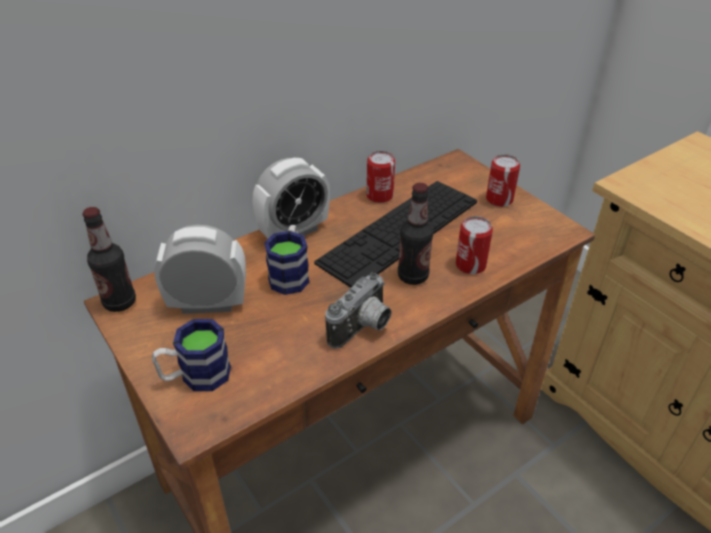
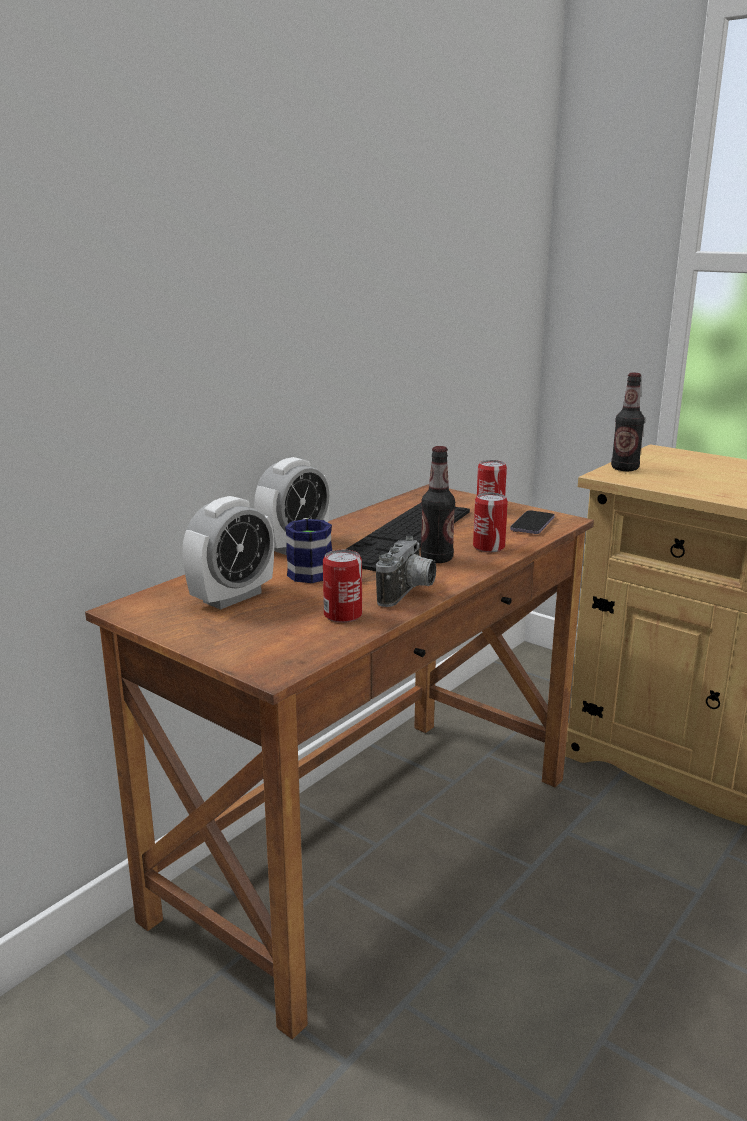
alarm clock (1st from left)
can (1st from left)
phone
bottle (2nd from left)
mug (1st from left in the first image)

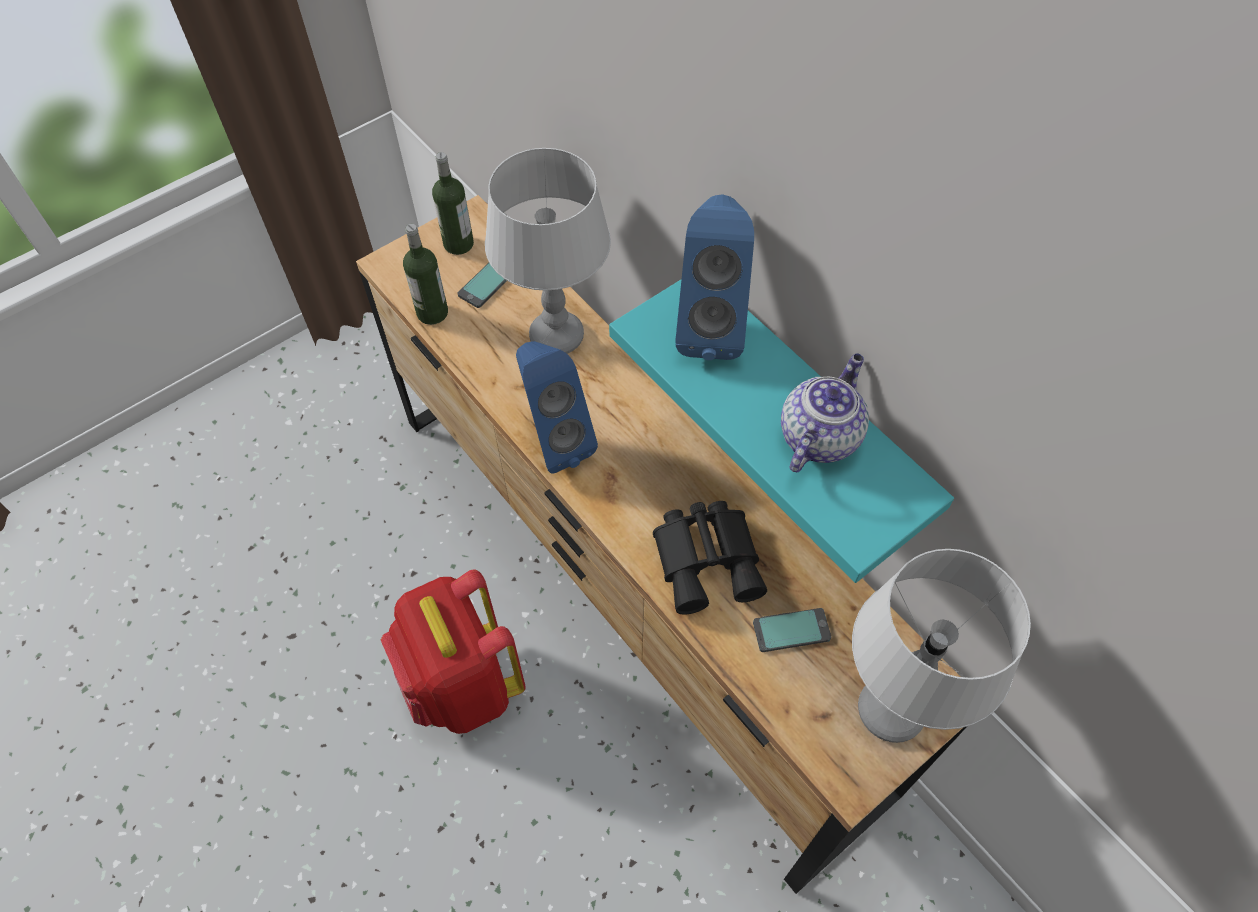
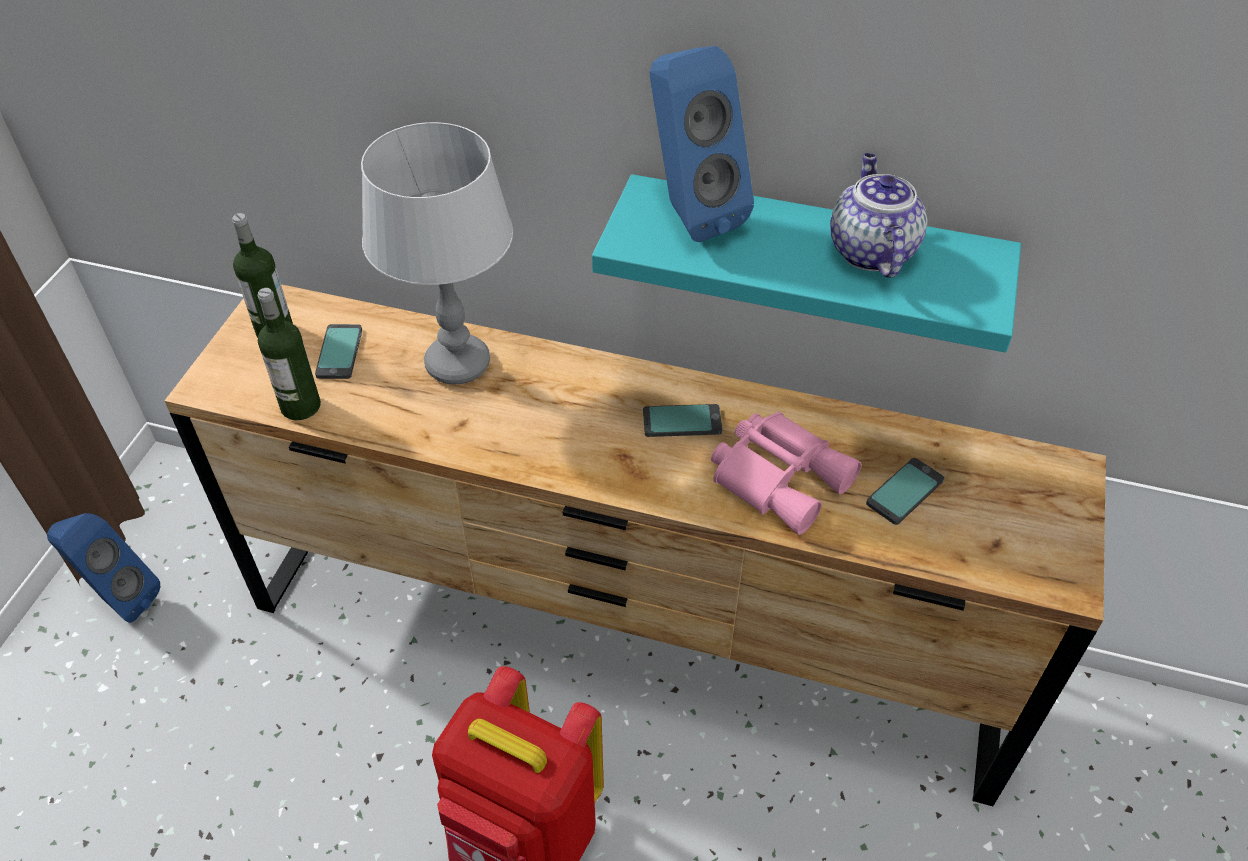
blue speaker (1st from left)
phone (2nd from left)
pink binoculars
grey table lamp (2nd from left in the first image)

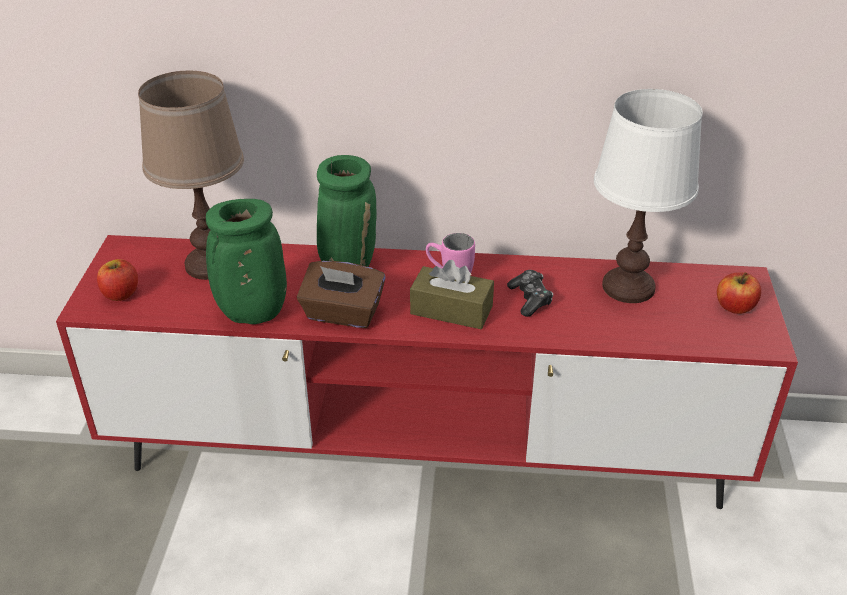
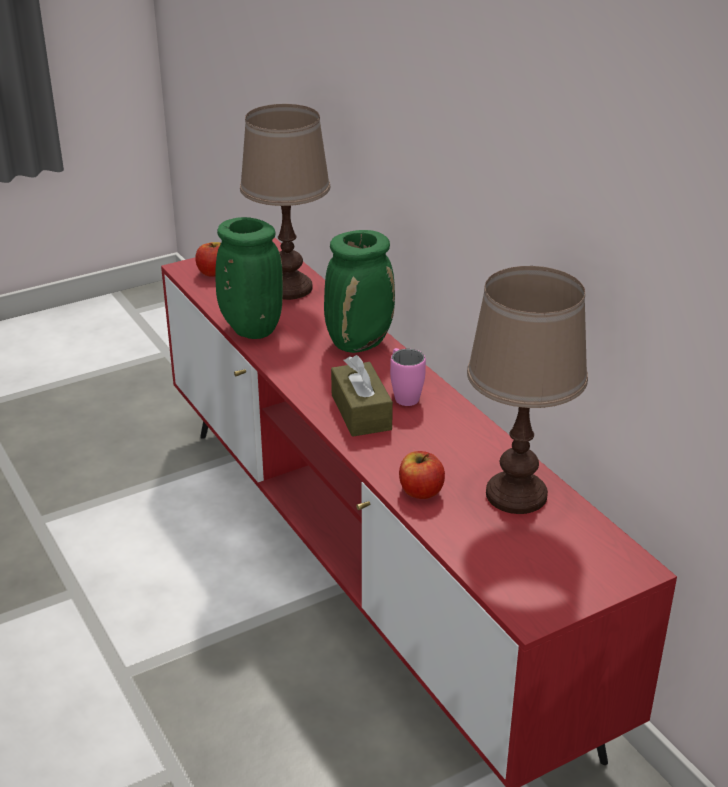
apple (2nd from left)
brown table lamp (2nd from left)
brown tissue box (1st from left in the first image)
game controller

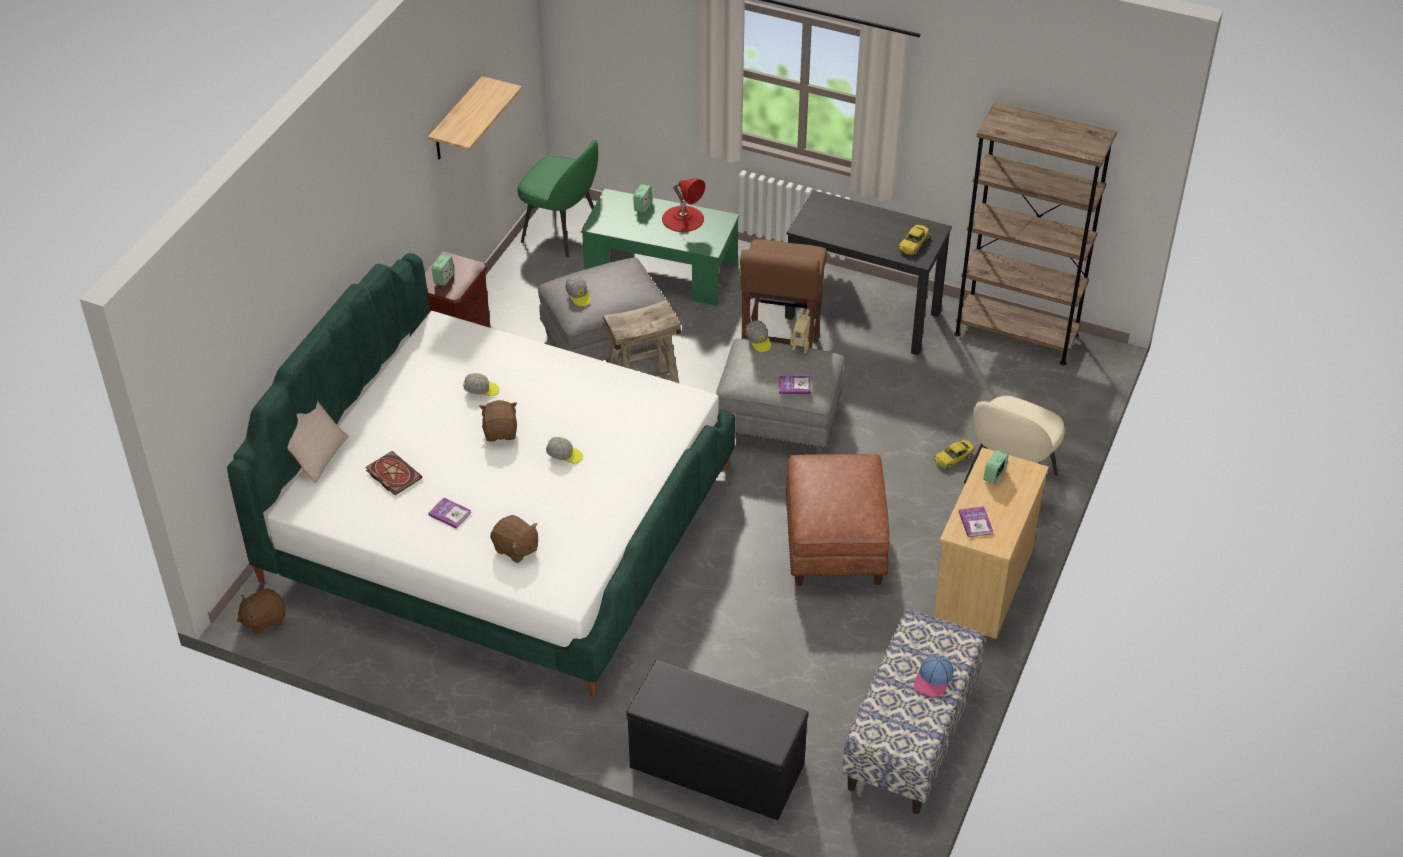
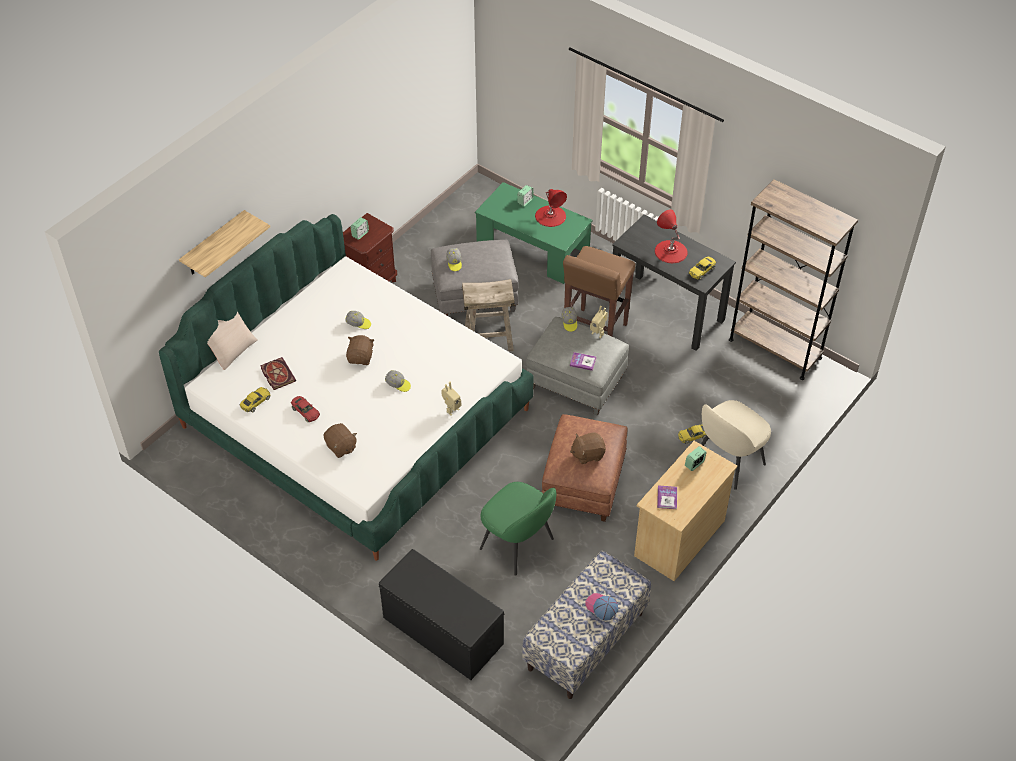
shelf
yellow toy car (1st from left)
red toy car
toy robot (1st from left)
green chair
brown plush toy (3rd from left)
cap (5th from left)
red table lamp (2nd from left)

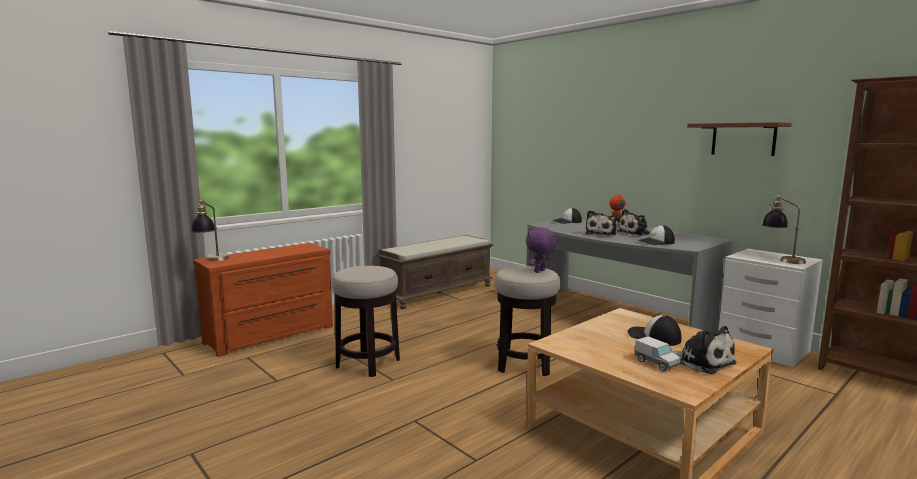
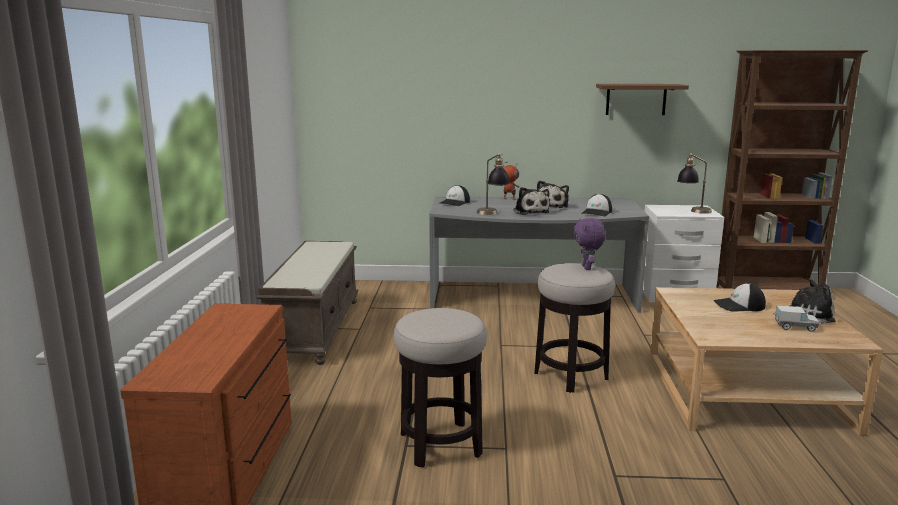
table lamp (1st from left)

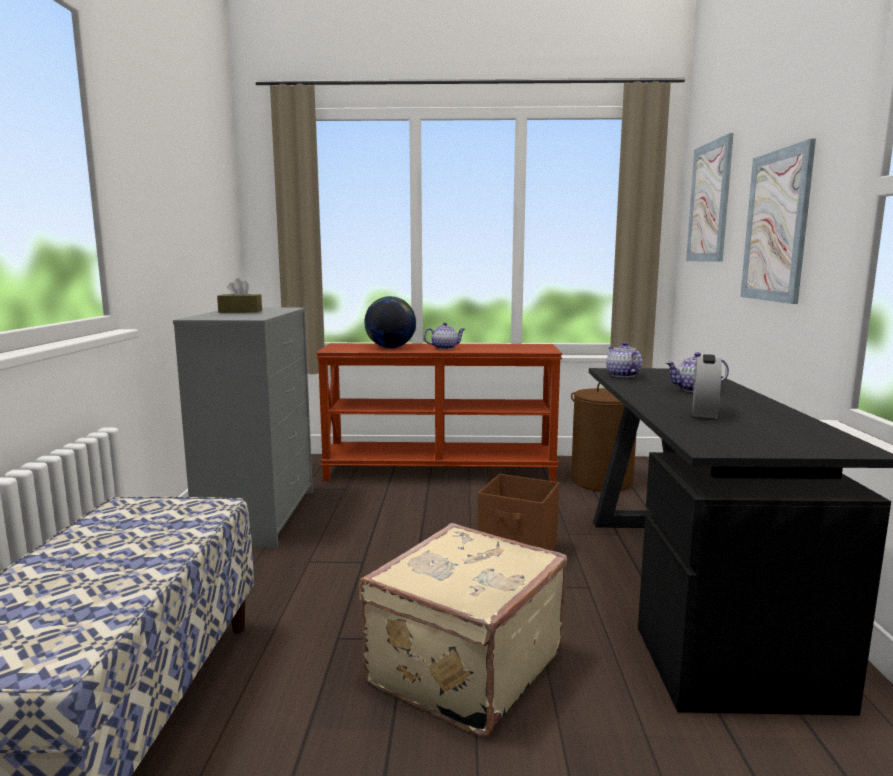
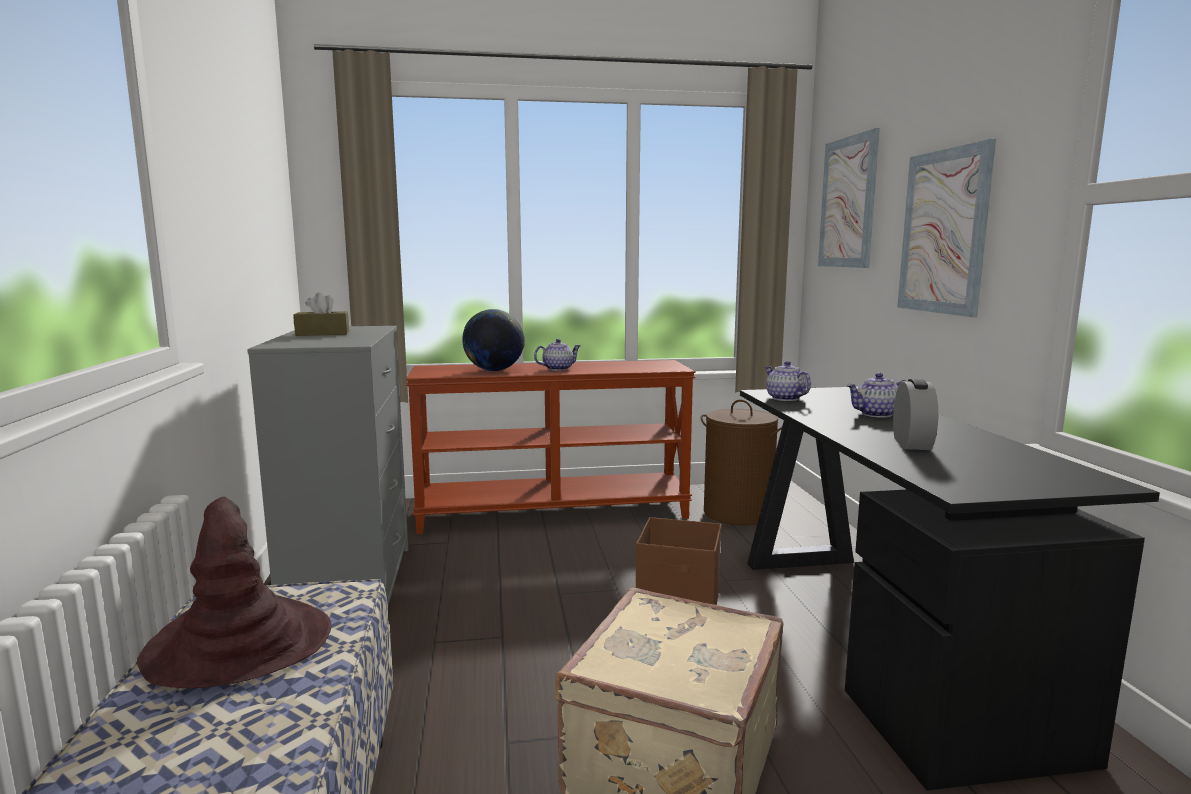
brown hat

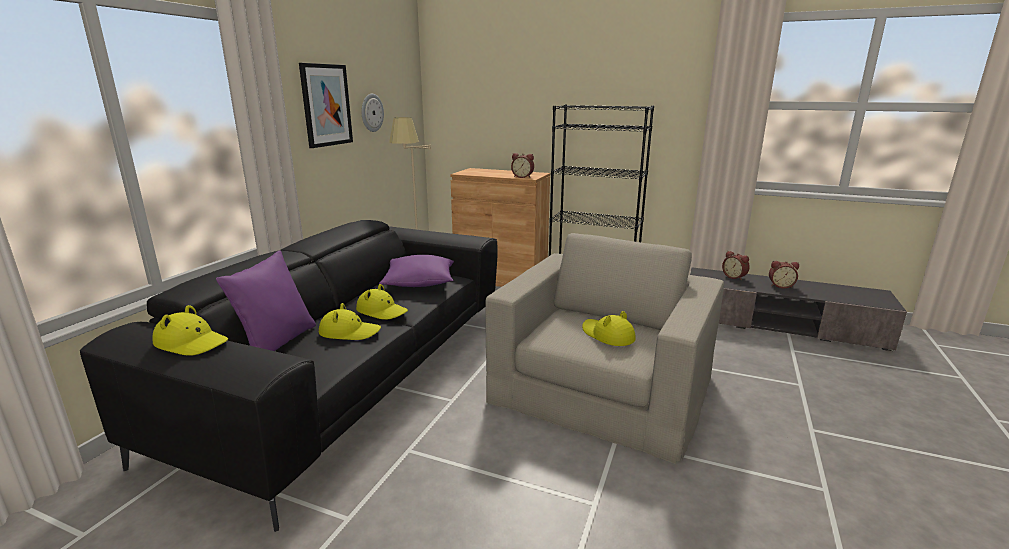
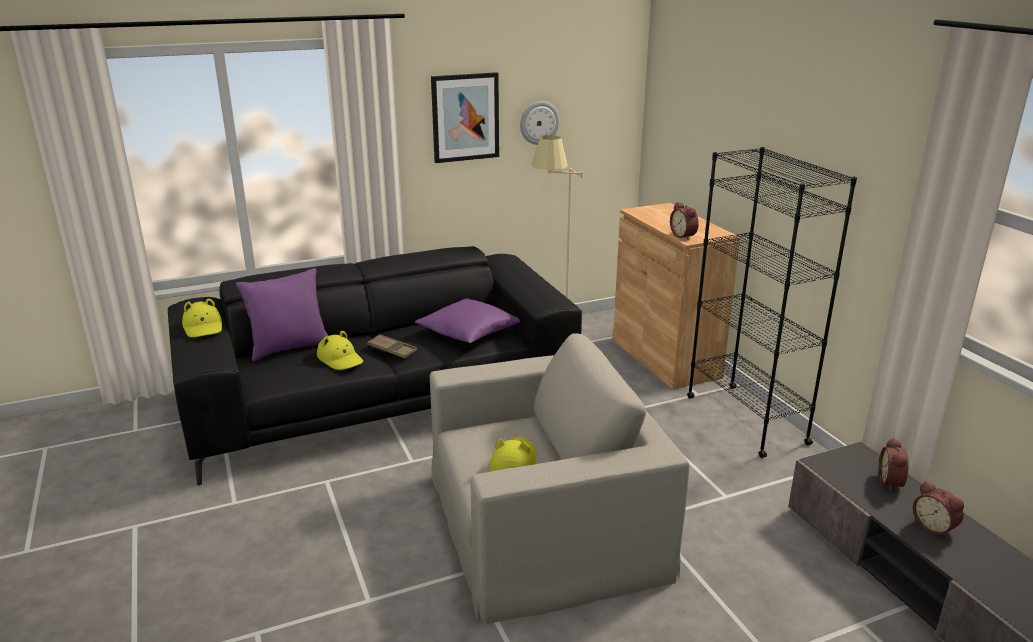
brown tray

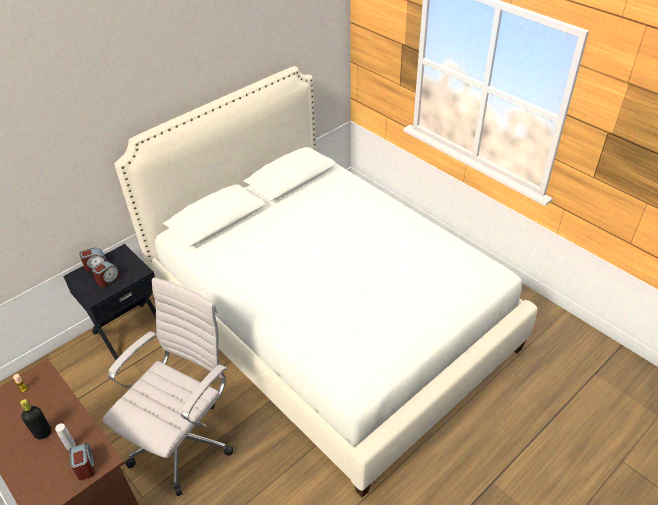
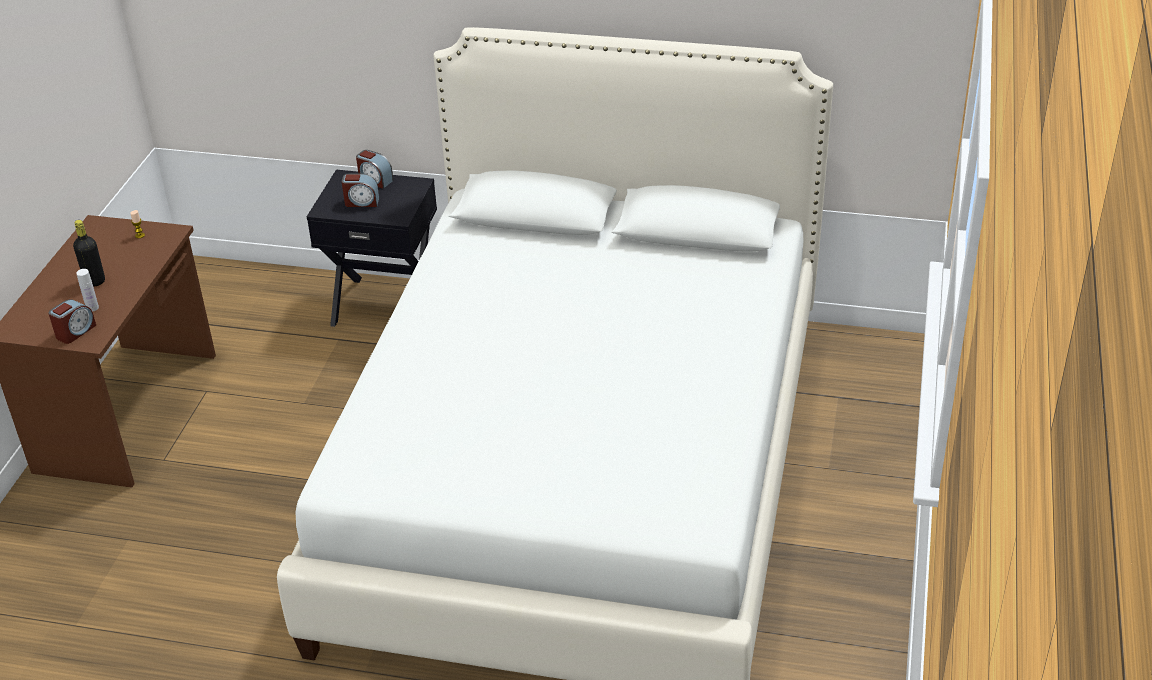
white office chair

